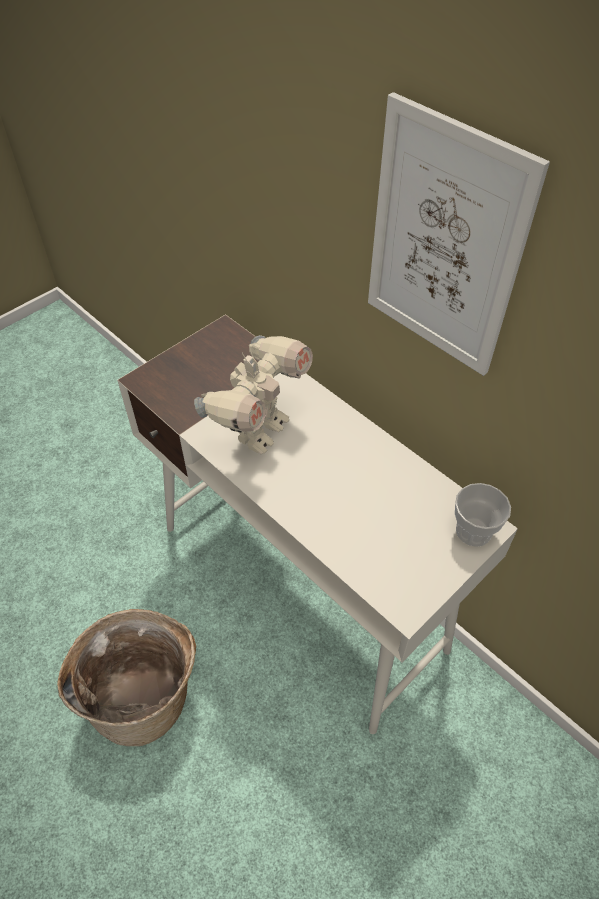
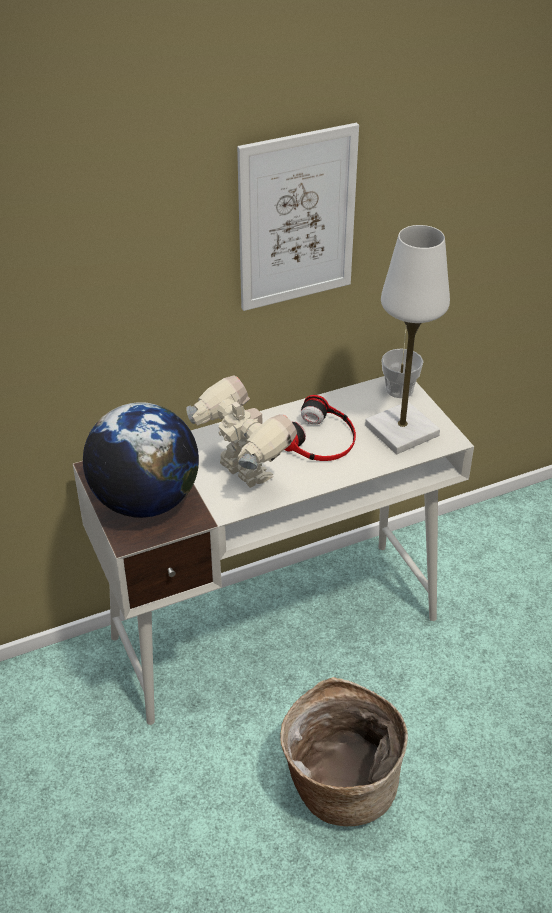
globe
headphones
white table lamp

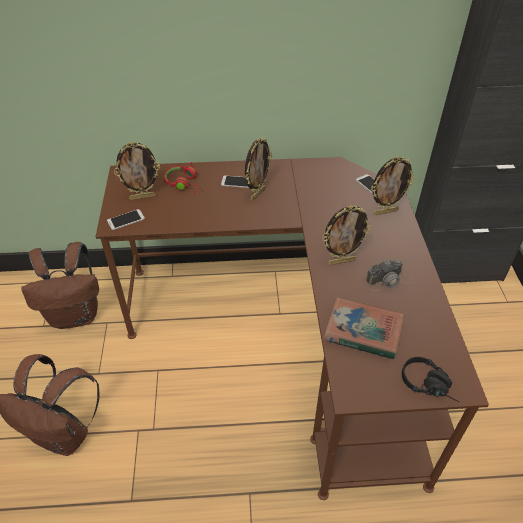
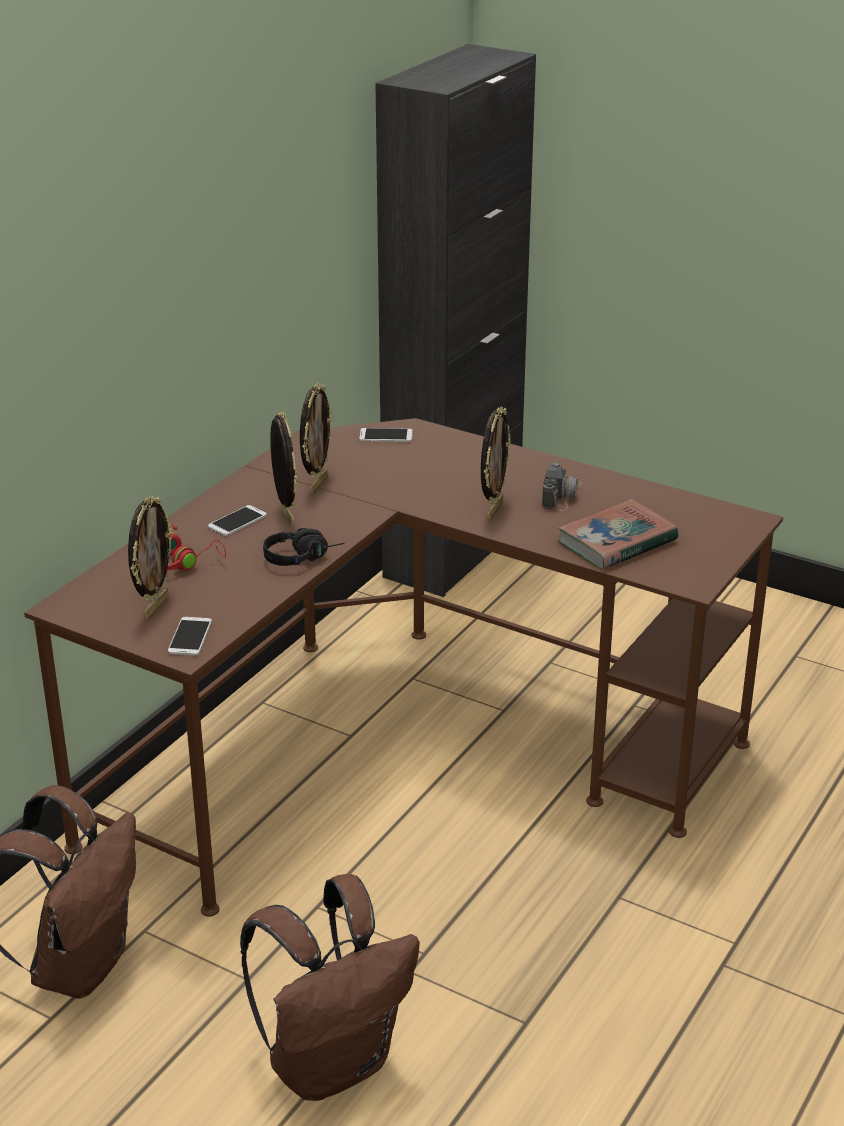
black headphones
picture frame (3rd from left)

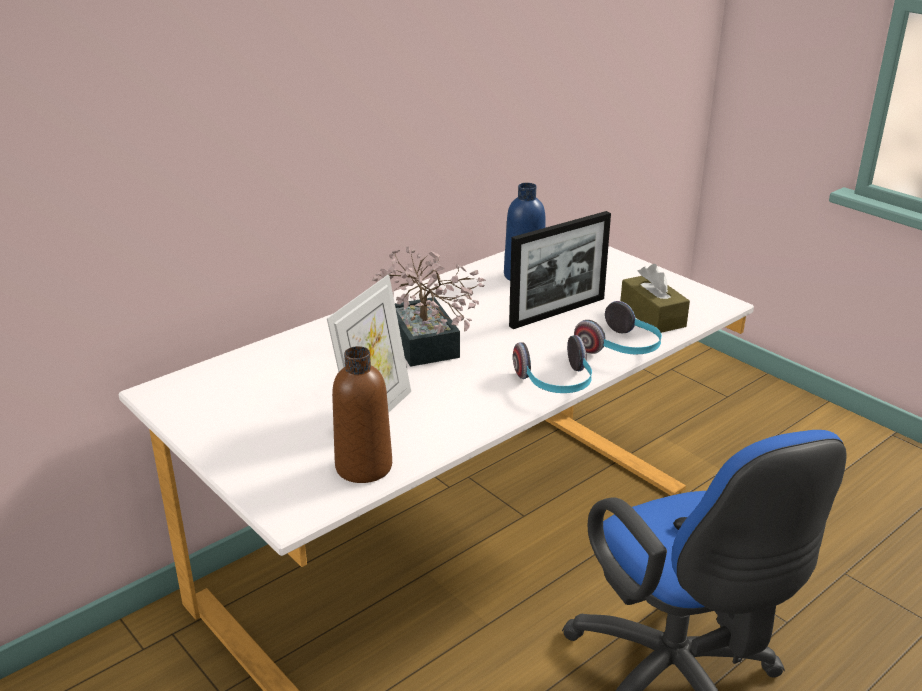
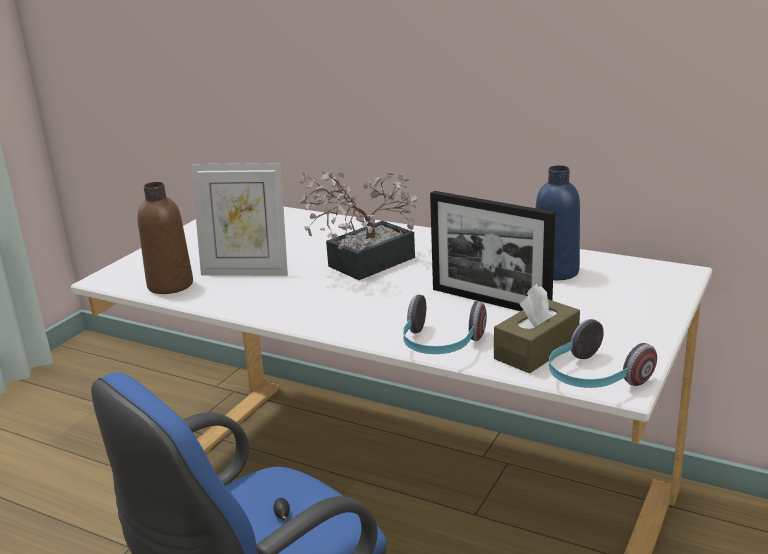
headphones (2nd from left)

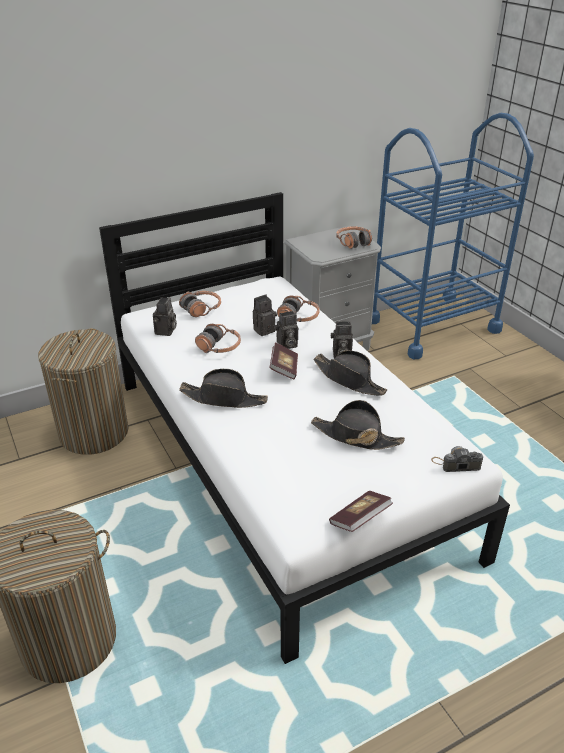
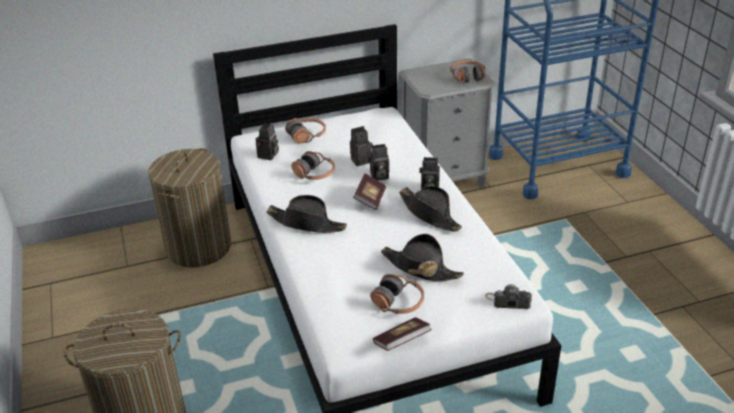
headphones (3rd from left)

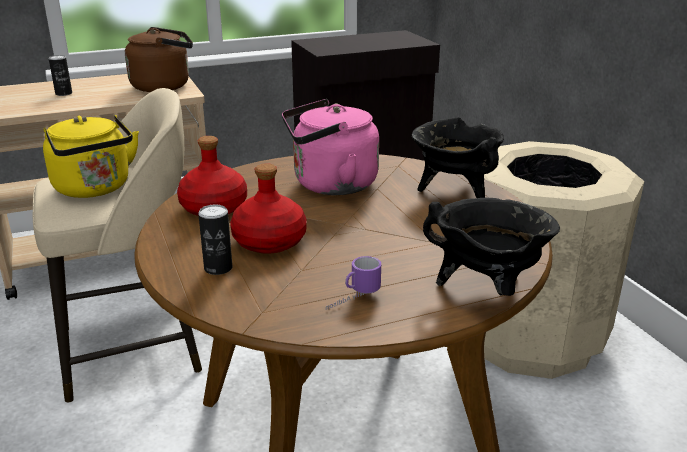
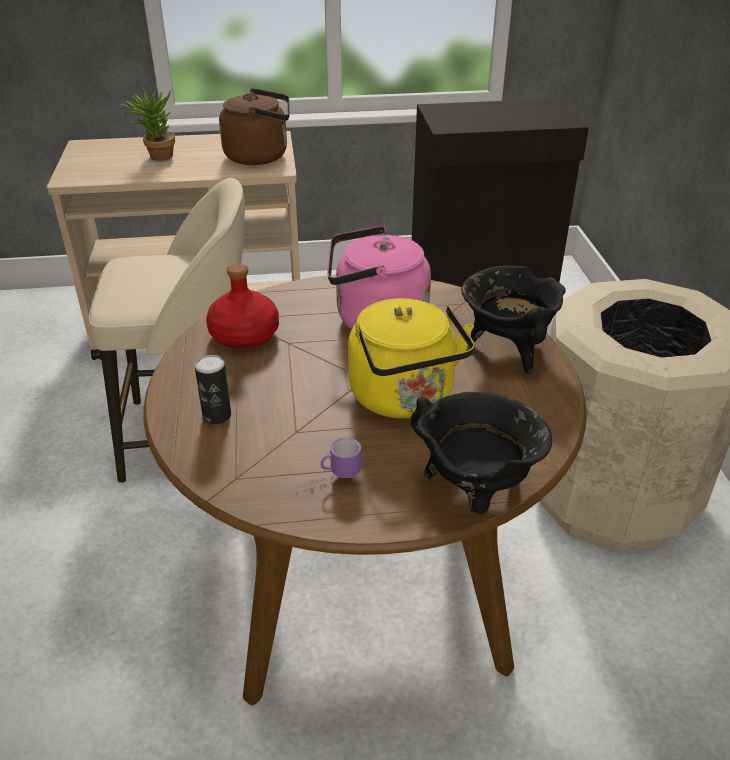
potted plant
yellow kettle
red bottle (2nd from left in the first image)

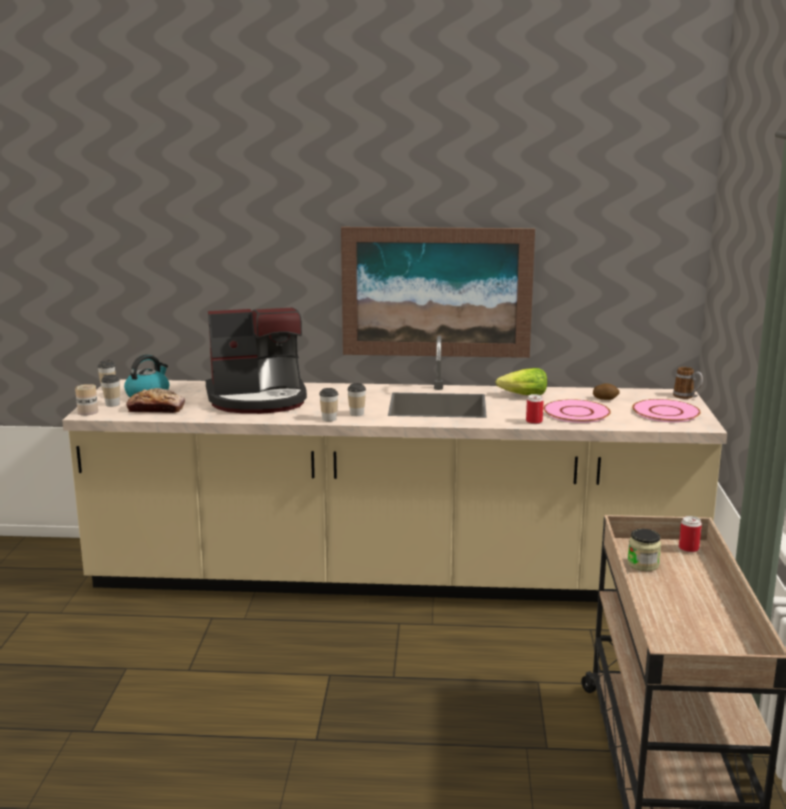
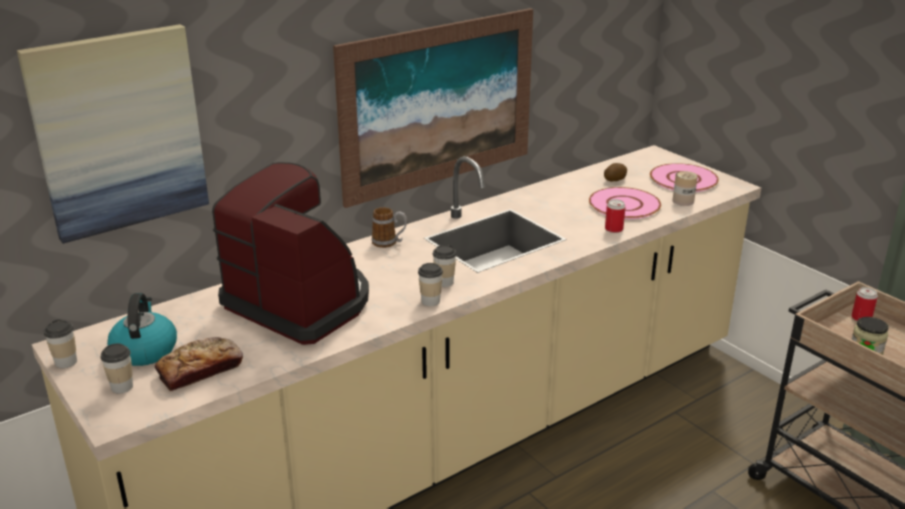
picture (1st from left)
coffee machine
mug
can (2nd from left)
lettuce

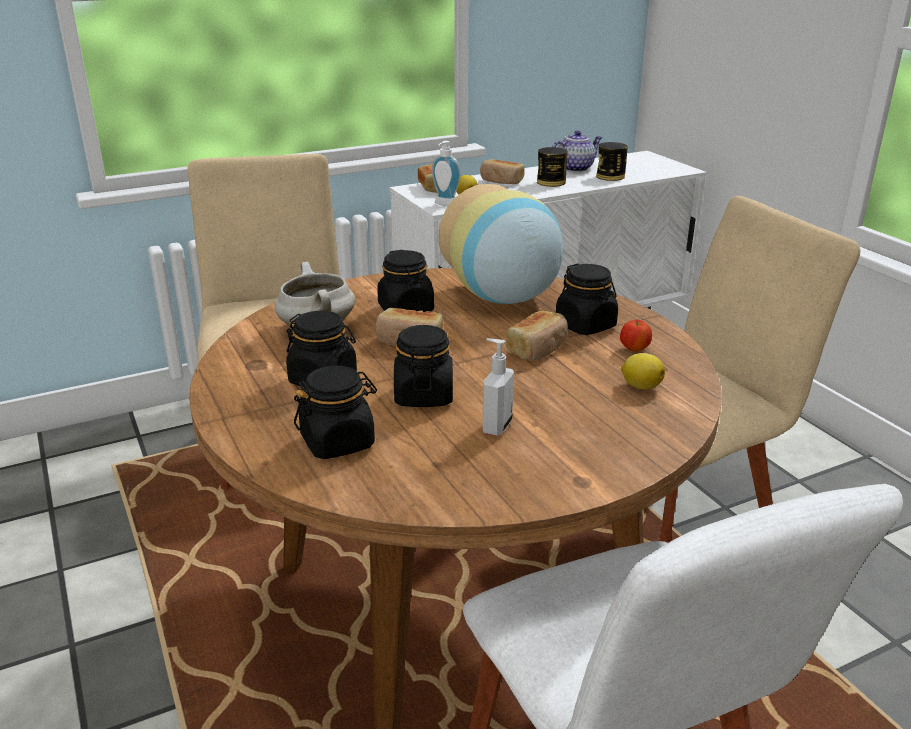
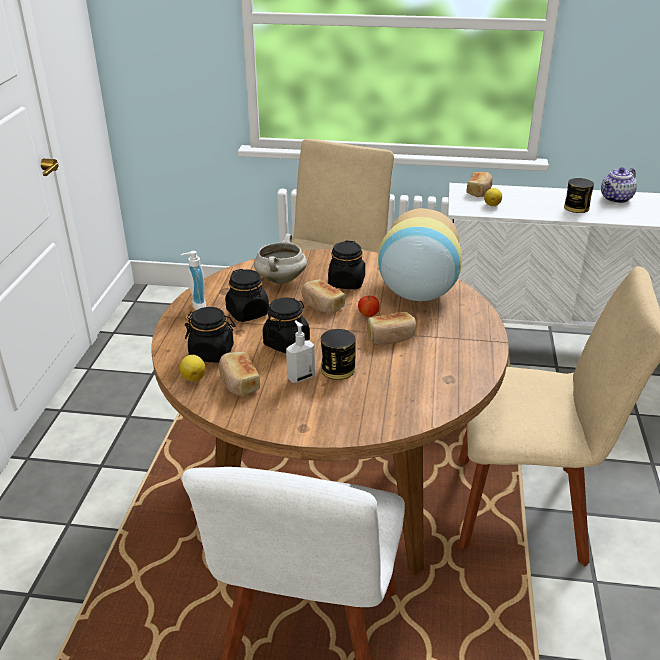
lemon (1st from left)
soap dispenser (1st from left)
bread (1st from left)
can (1st from left)
apple
teapot
black jar (5th from left in the first image)

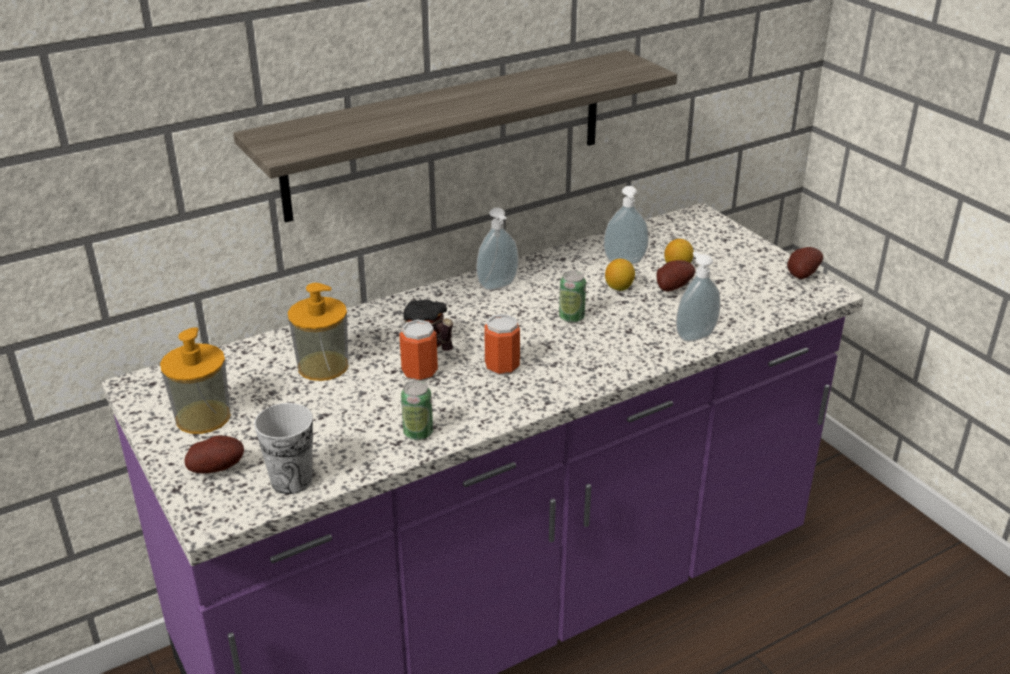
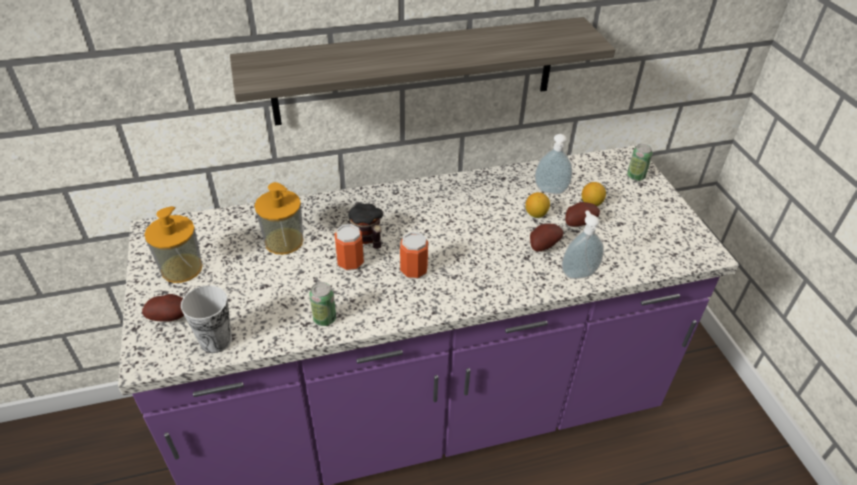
potato (2nd from left)
can (4th from left)
soap dispenser (3rd from left in the first image)

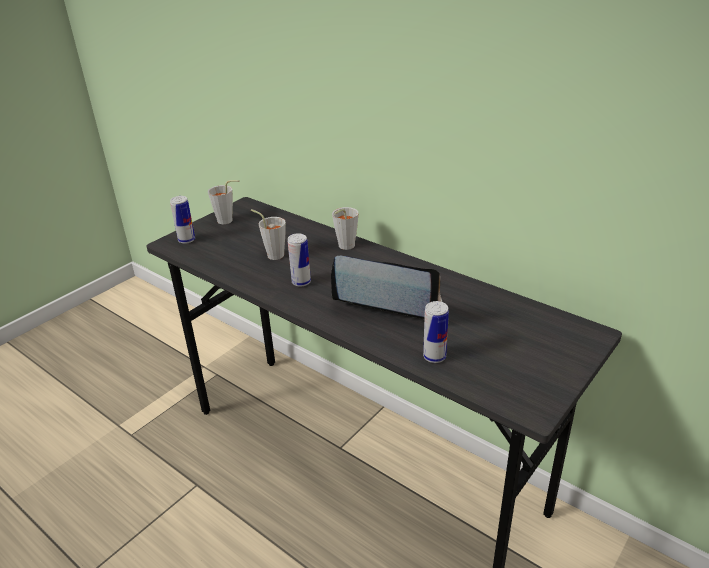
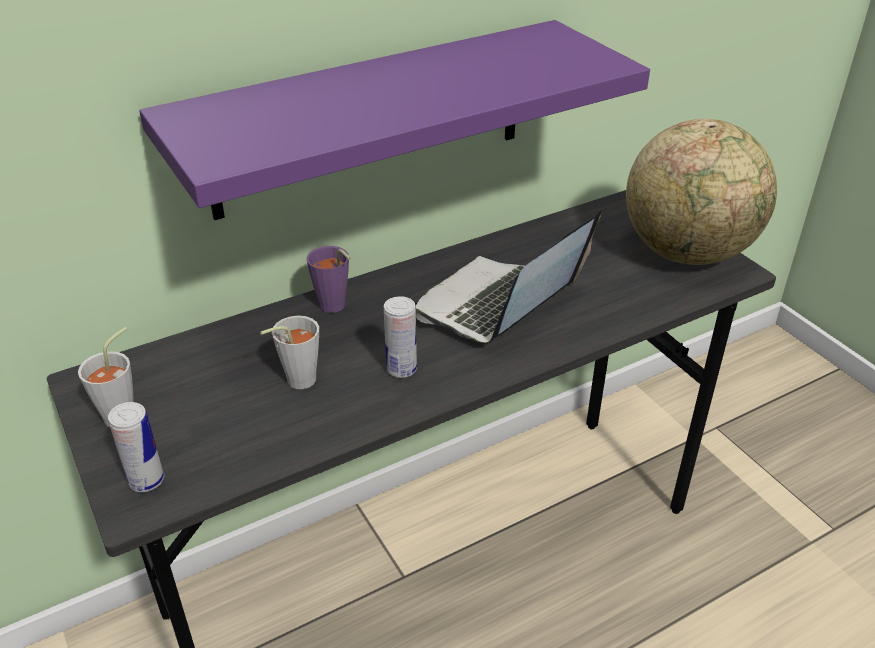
purple shelf
purple cup
globe
can (3rd from left in the first image)

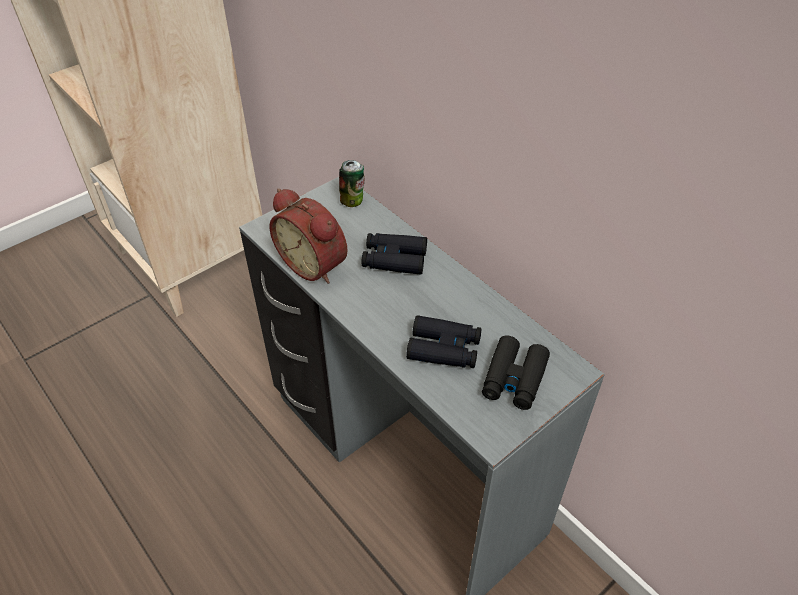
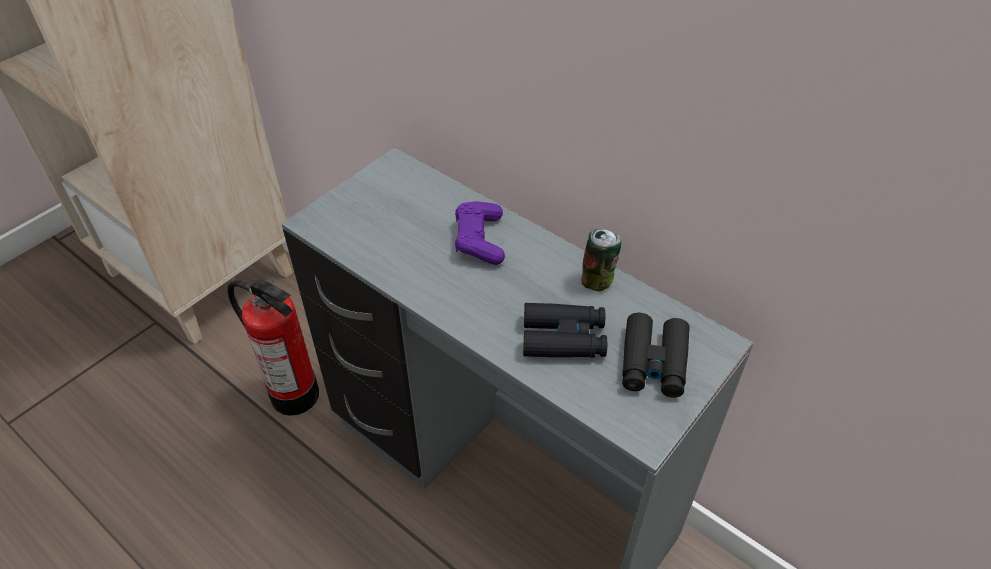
fire extinguisher
purple game controller
can
alarm clock

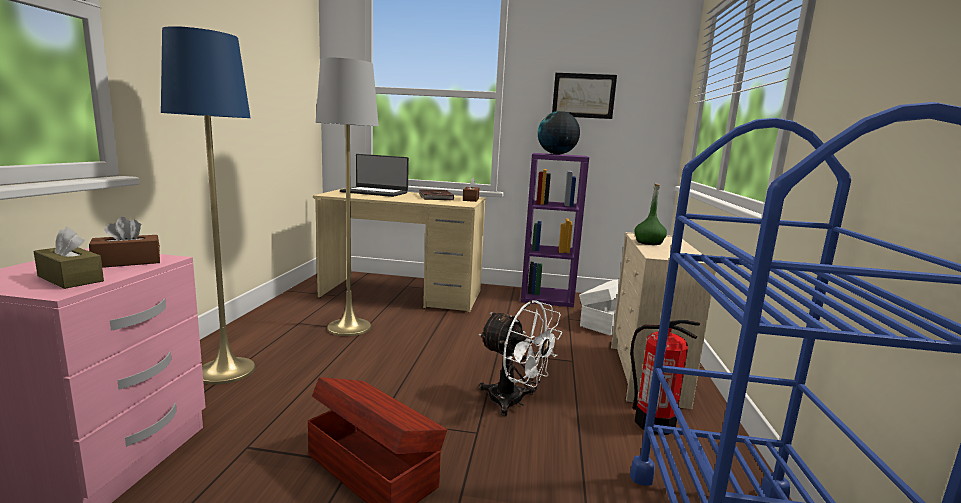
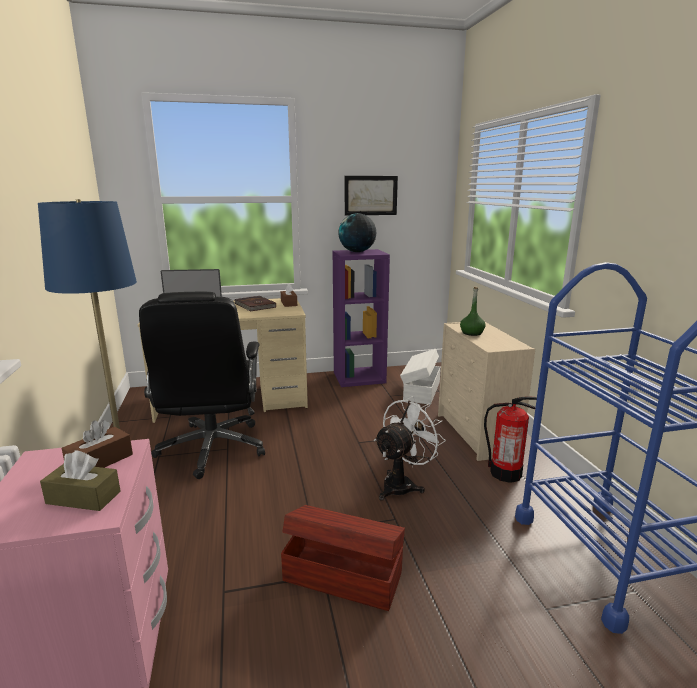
black office chair
white fan

